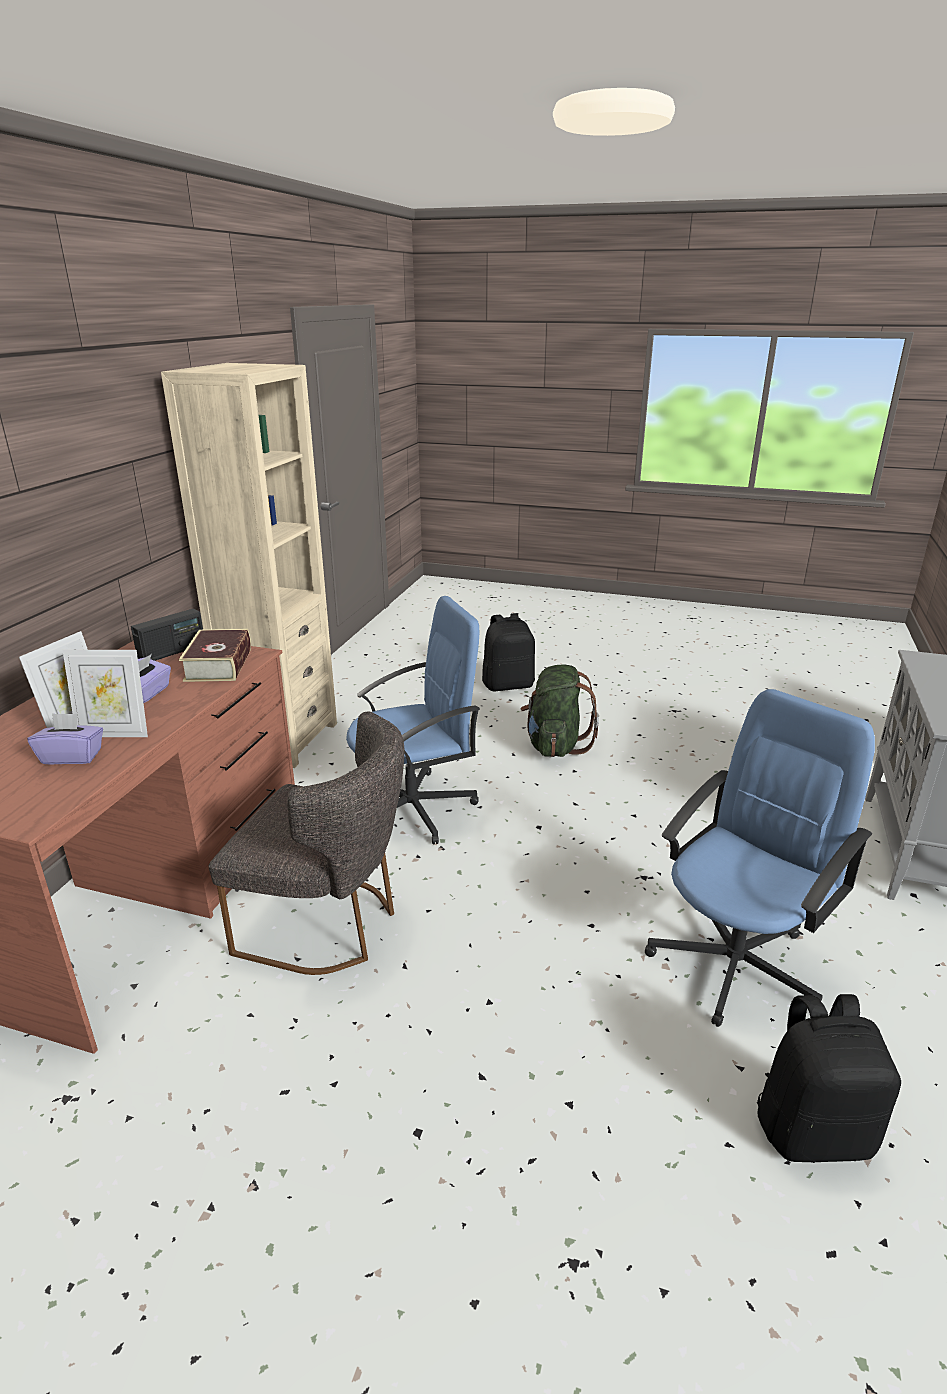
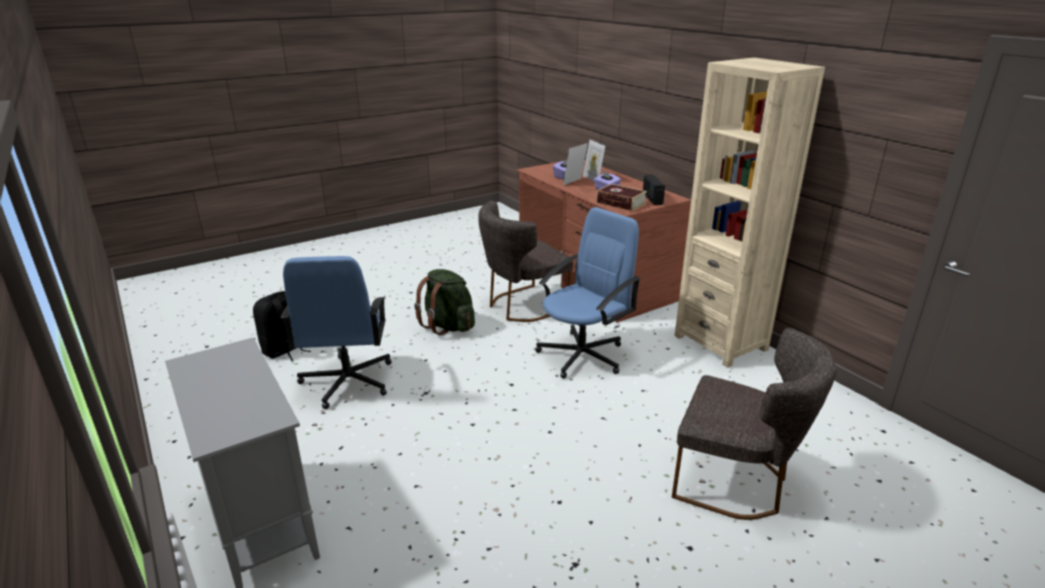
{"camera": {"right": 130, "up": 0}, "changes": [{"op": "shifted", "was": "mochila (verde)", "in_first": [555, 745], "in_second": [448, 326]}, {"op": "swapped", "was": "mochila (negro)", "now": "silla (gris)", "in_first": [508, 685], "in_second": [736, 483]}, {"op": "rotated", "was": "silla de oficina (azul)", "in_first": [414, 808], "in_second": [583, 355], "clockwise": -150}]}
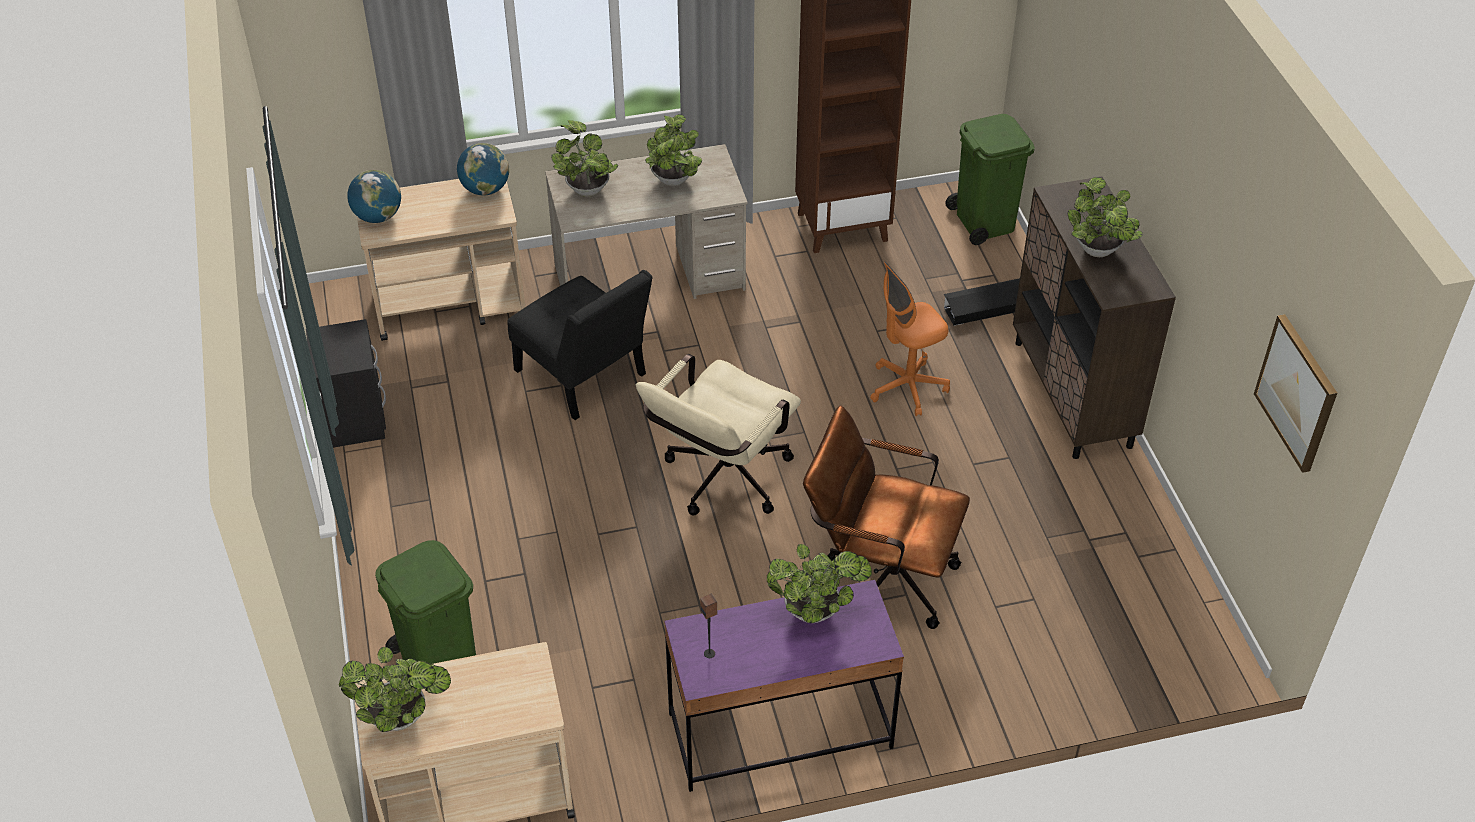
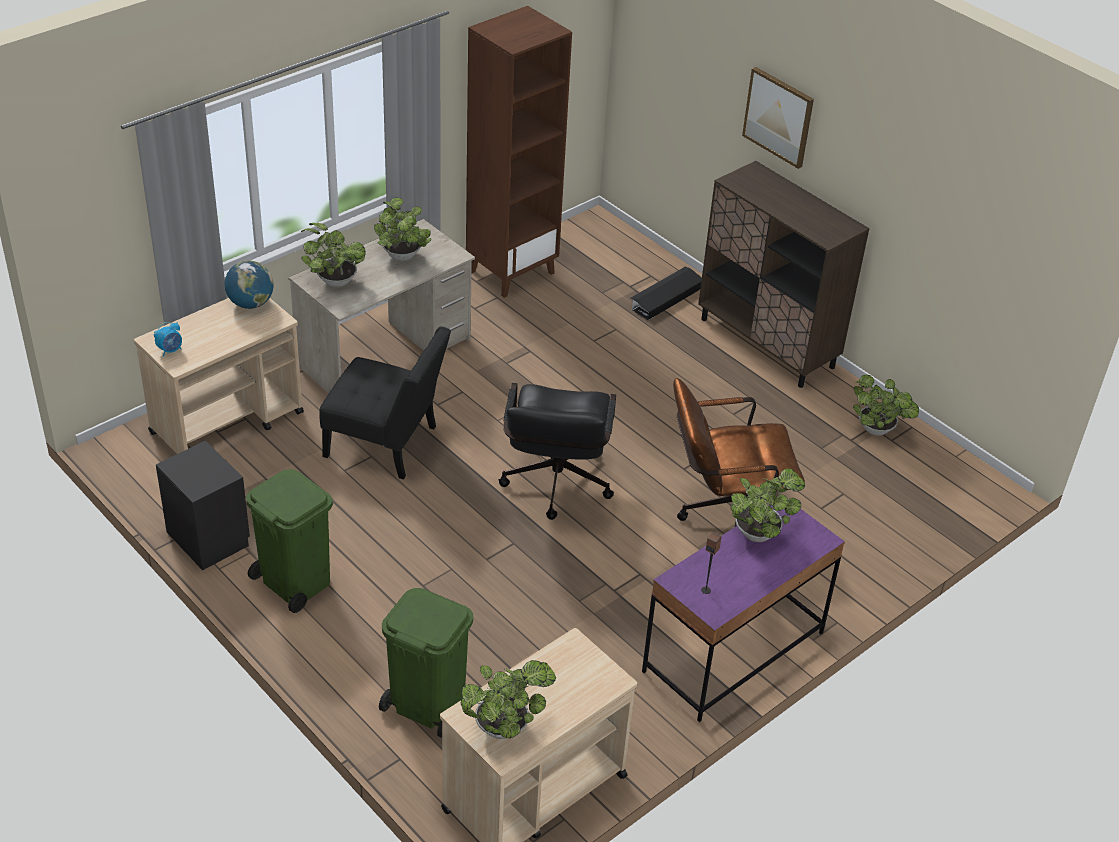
{"camera": {"right": -30, "up": -5}, "changes": [{"op": "gone", "was": "silla de oficina (naranja)", "in_first": [907, 387]}, {"op": "shifted", "was": "papelera (verde)", "in_first": [984, 221], "in_second": [294, 581]}, {"op": "shifted", "was": "planta en maceta", "in_first": [1099, 252], "in_second": [878, 430]}, {"op": "shifted", "was": "cuadro", "in_first": [1297, 392], "in_second": [779, 117]}, {"op": "swapped", "was": "globo terráqueo", "now": "despertador", "in_first": [378, 216], "in_second": [170, 350]}, {"op": "repainted", "was": "silla de oficina (beis)", "now": "silla de oficina (negro)", "in_first": [720, 481], "in_second": [555, 487]}]}
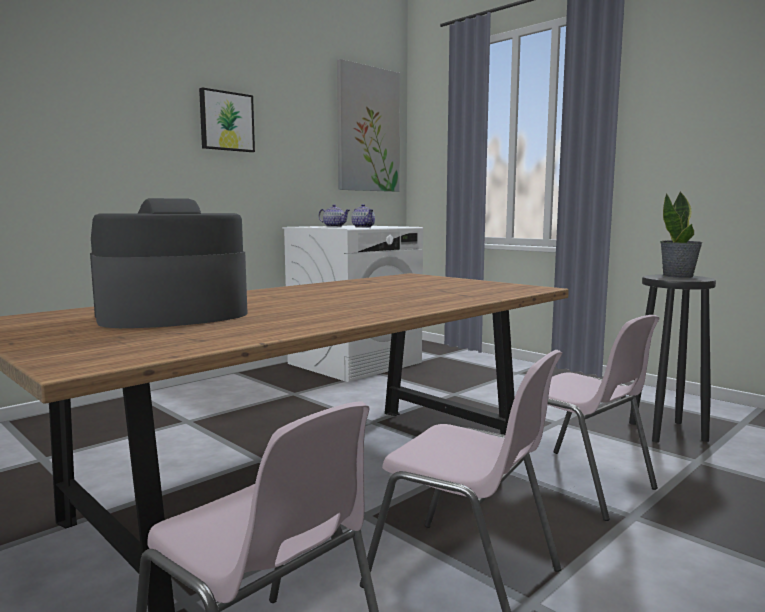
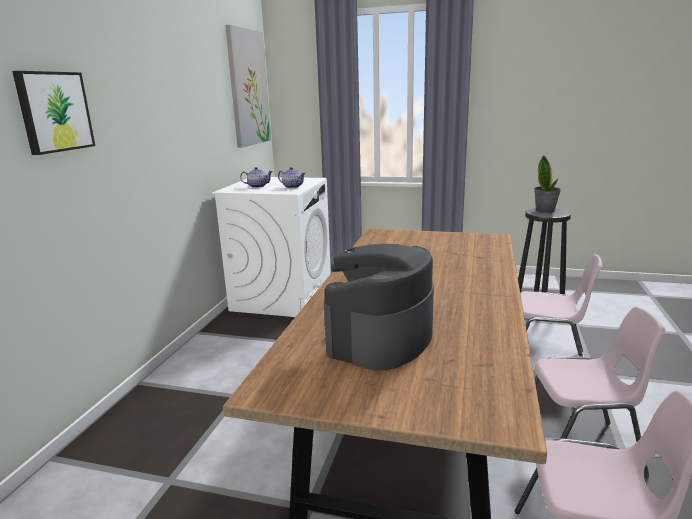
{"camera": {"right": -30, "up": 10}, "changes": [{"op": "shifted", "was": "cuadro", "in_first": [226, 121], "in_second": [54, 112]}]}
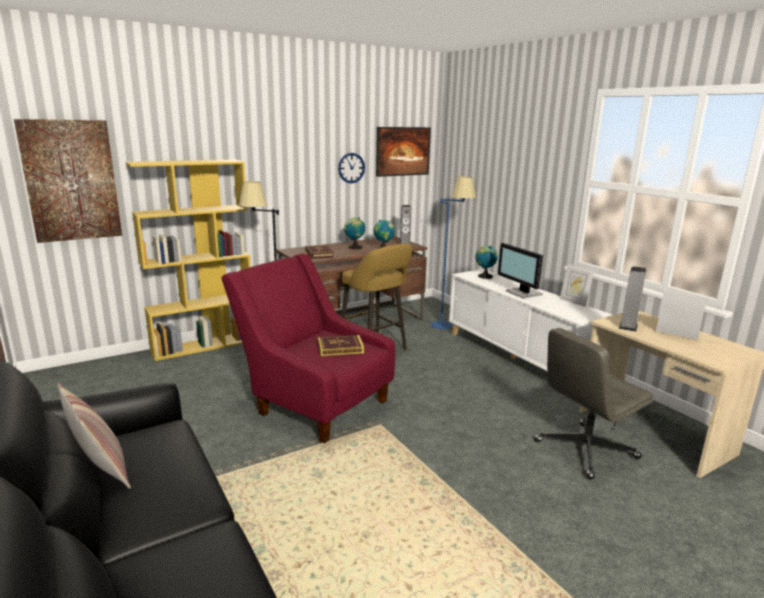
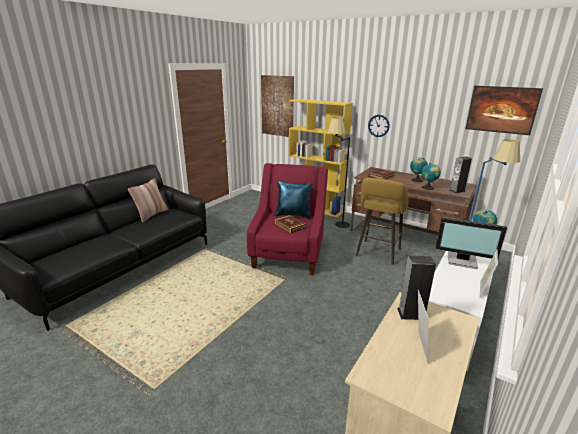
{"camera": {"right": 65, "up": 5}, "changes": [{"op": "gone", "was": "silla de oficina (gris)", "in_first": [585, 450]}, {"op": "new", "now": "cojín (azul)", "in_second": [293, 215]}, {"op": "shifted", "was": "reloj de pared", "in_first": [351, 168], "in_second": [378, 125]}, {"op": "rotated", "was": "monitor", "in_first": [523, 293], "in_second": [462, 261], "clockwise": -105}]}
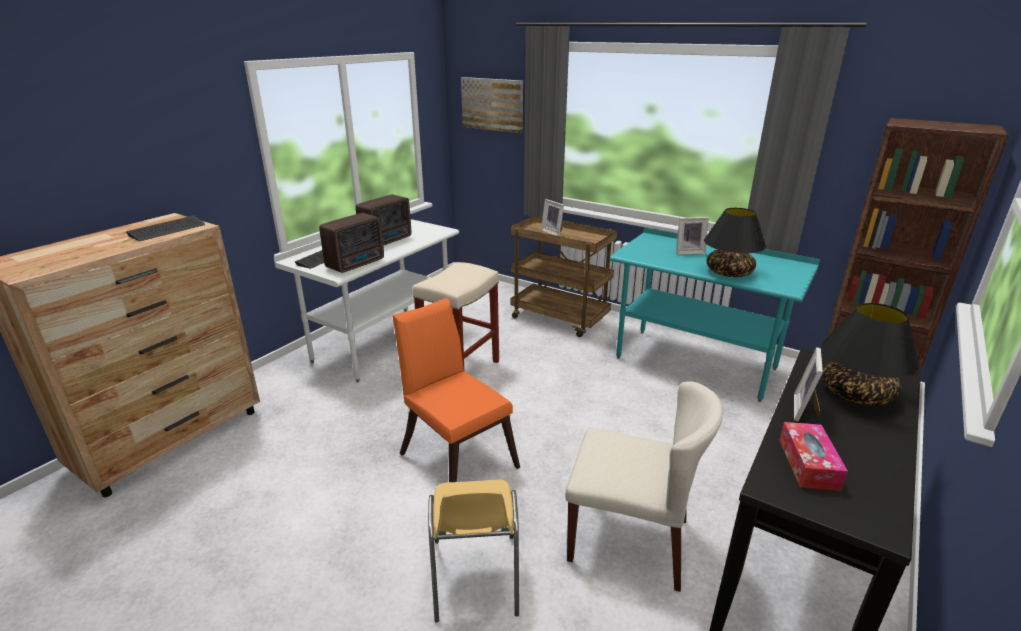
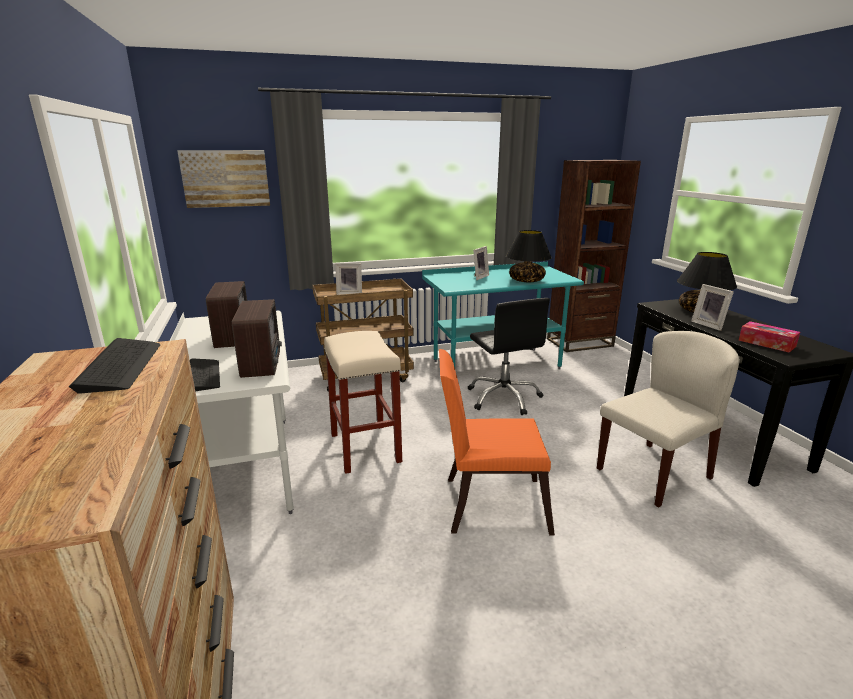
{"camera": {"right": -50, "up": -5}, "changes": [{"op": "gone", "was": "silla (amarillo)", "in_first": [475, 577]}, {"op": "new", "now": "silla de oficina (negro)", "in_second": [504, 398]}]}
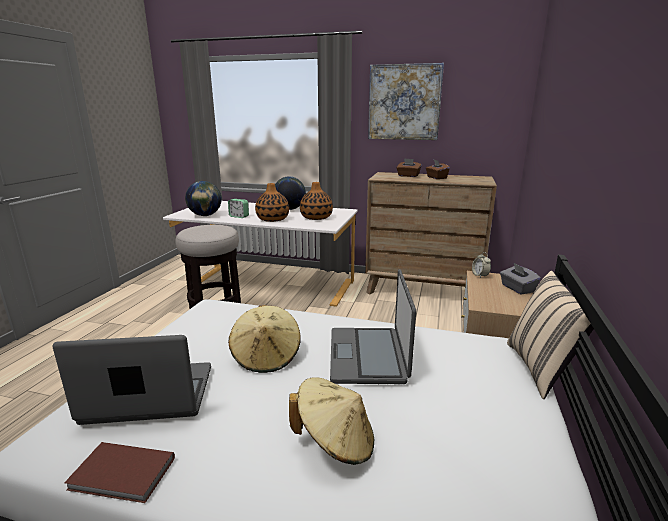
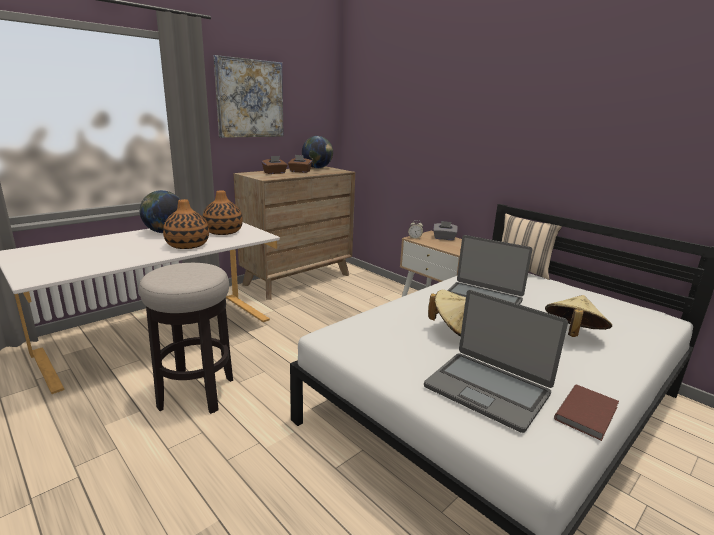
{"camera": {"right": -60, "up": 0}, "changes": [{"op": "gone", "was": "despertador", "in_first": [239, 216]}, {"op": "shifted", "was": "globo terráqueo", "in_first": [205, 215], "in_second": [317, 168]}, {"op": "rotated", "was": "portátil", "in_first": [149, 396], "in_second": [487, 390], "clockwise": -75}]}
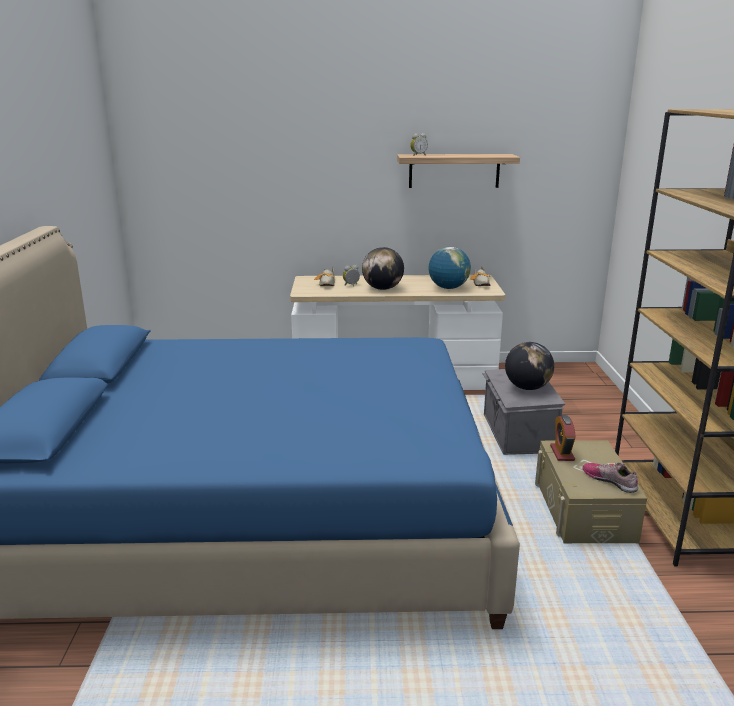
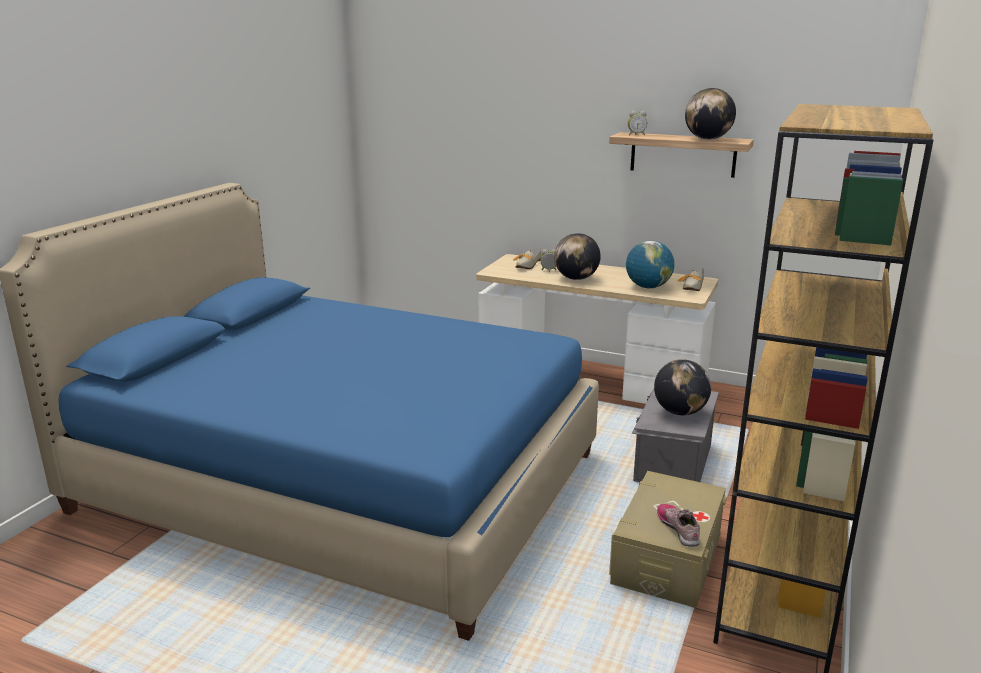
{"camera": {"right": 25, "up": 0}, "changes": [{"op": "gone", "was": "despertador", "in_first": [562, 453]}, {"op": "new", "now": "globo terráqueo", "in_second": [707, 139]}]}
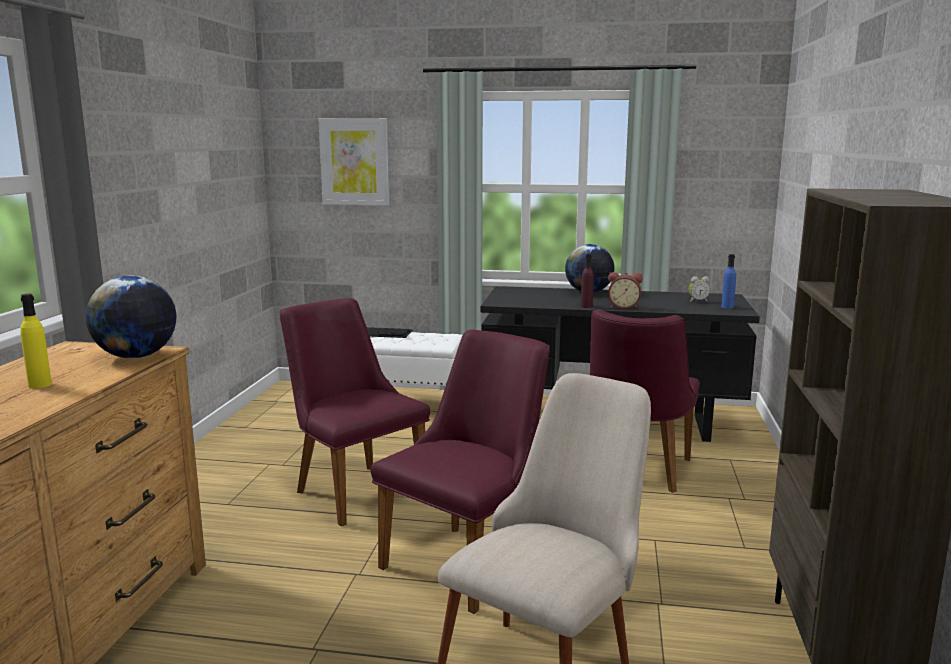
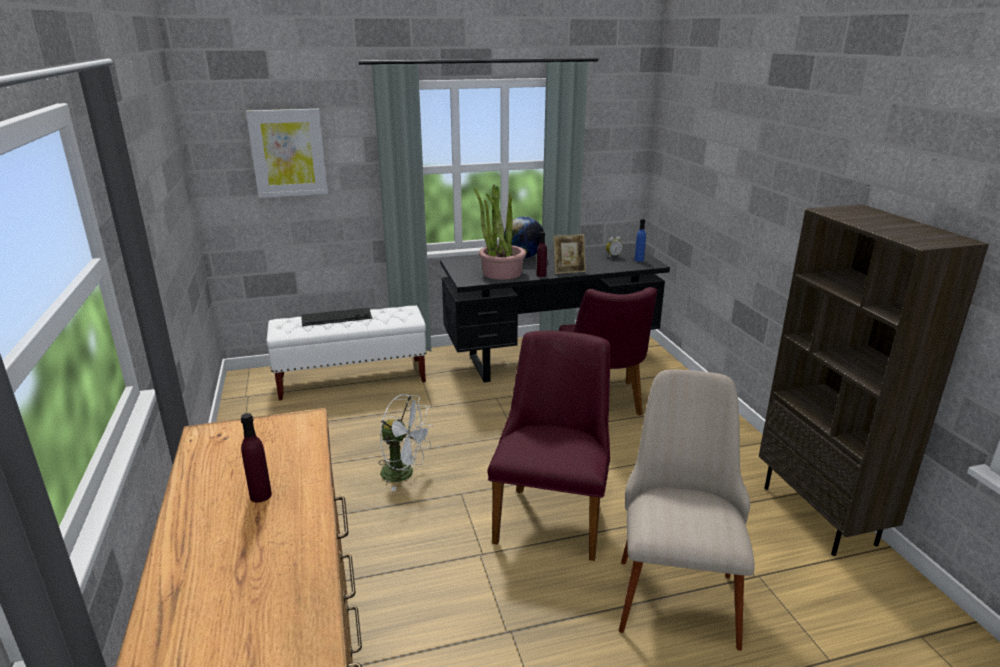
{"camera": {"right": -25, "up": 10}, "changes": [{"op": "gone", "was": "globo terráqueo", "in_first": [136, 356]}, {"op": "new", "now": "planta en maceta", "in_second": [501, 273]}, {"op": "swapped", "was": "silla (morado)", "now": "ventilador (blanco)", "in_first": [353, 488], "in_second": [404, 473]}, {"op": "swapped", "was": "despertador", "now": "portarretratos", "in_first": [624, 307], "in_second": [568, 271]}, {"op": "repainted", "was": "botella (amarillo)", "now": "botella (morado)", "in_first": [40, 385], "in_second": [260, 495]}]}
